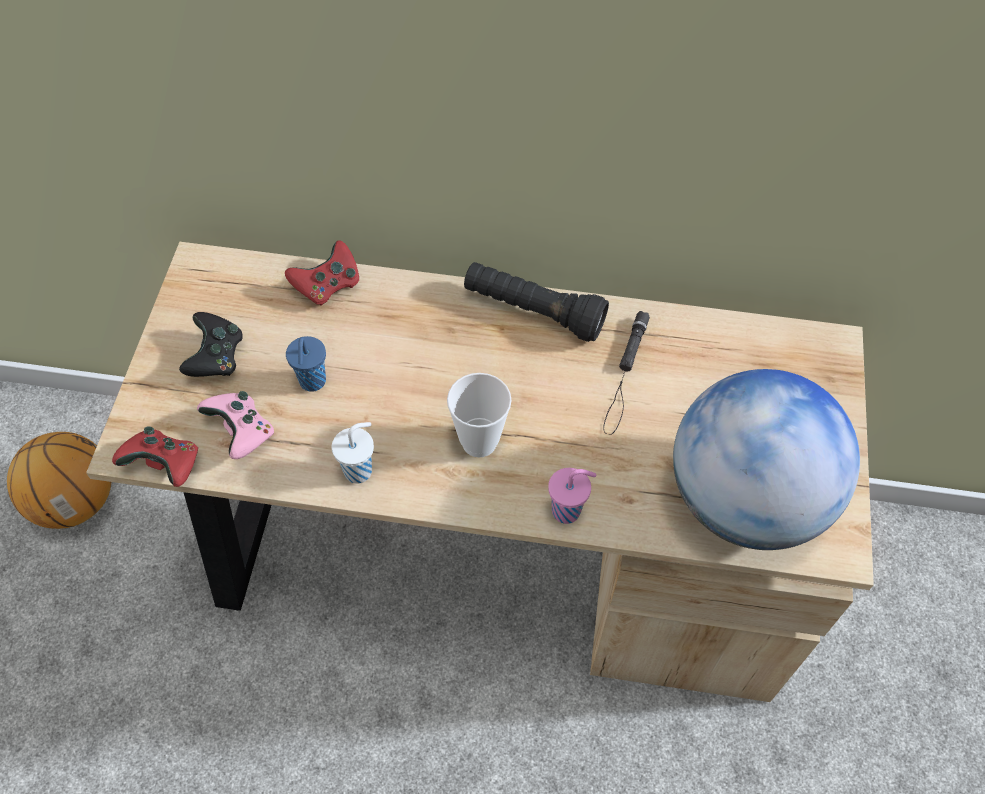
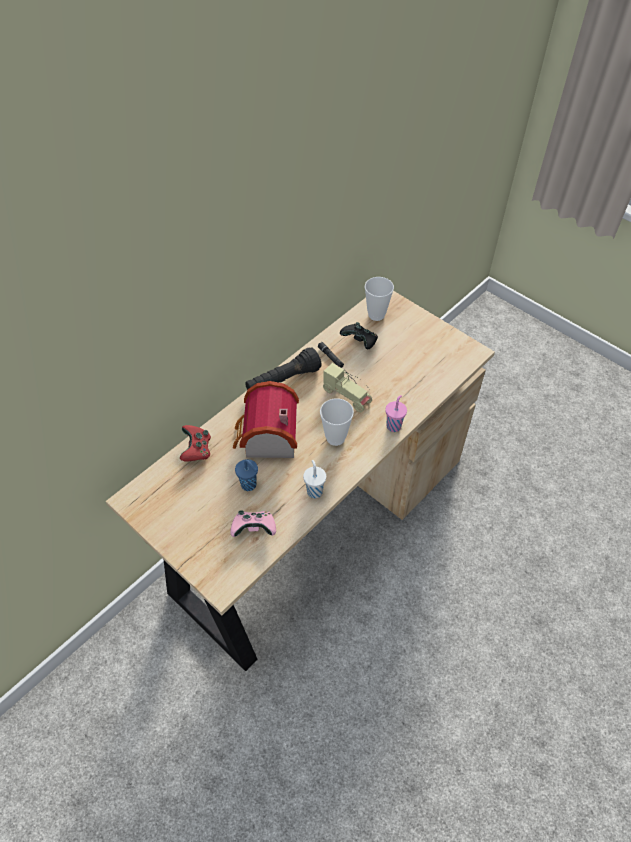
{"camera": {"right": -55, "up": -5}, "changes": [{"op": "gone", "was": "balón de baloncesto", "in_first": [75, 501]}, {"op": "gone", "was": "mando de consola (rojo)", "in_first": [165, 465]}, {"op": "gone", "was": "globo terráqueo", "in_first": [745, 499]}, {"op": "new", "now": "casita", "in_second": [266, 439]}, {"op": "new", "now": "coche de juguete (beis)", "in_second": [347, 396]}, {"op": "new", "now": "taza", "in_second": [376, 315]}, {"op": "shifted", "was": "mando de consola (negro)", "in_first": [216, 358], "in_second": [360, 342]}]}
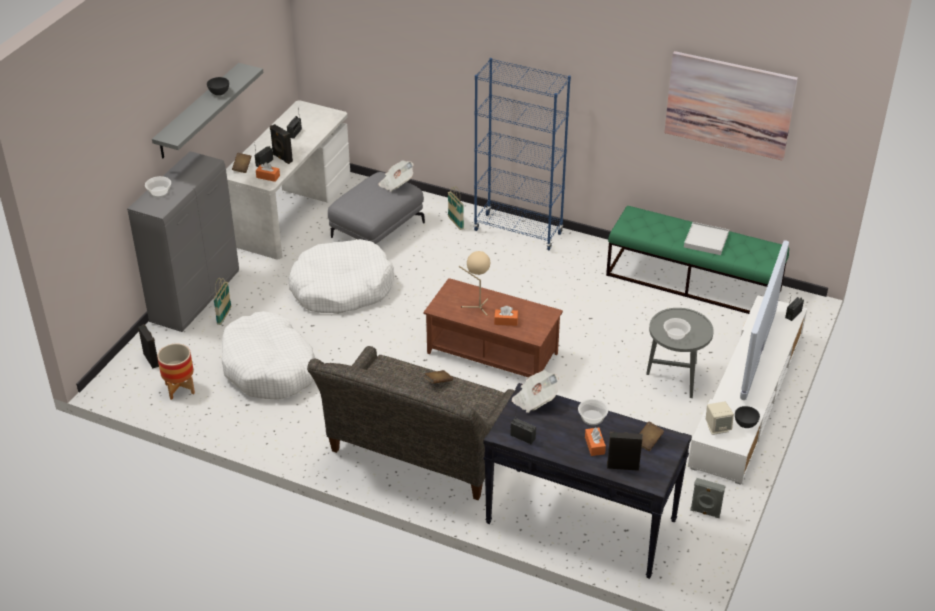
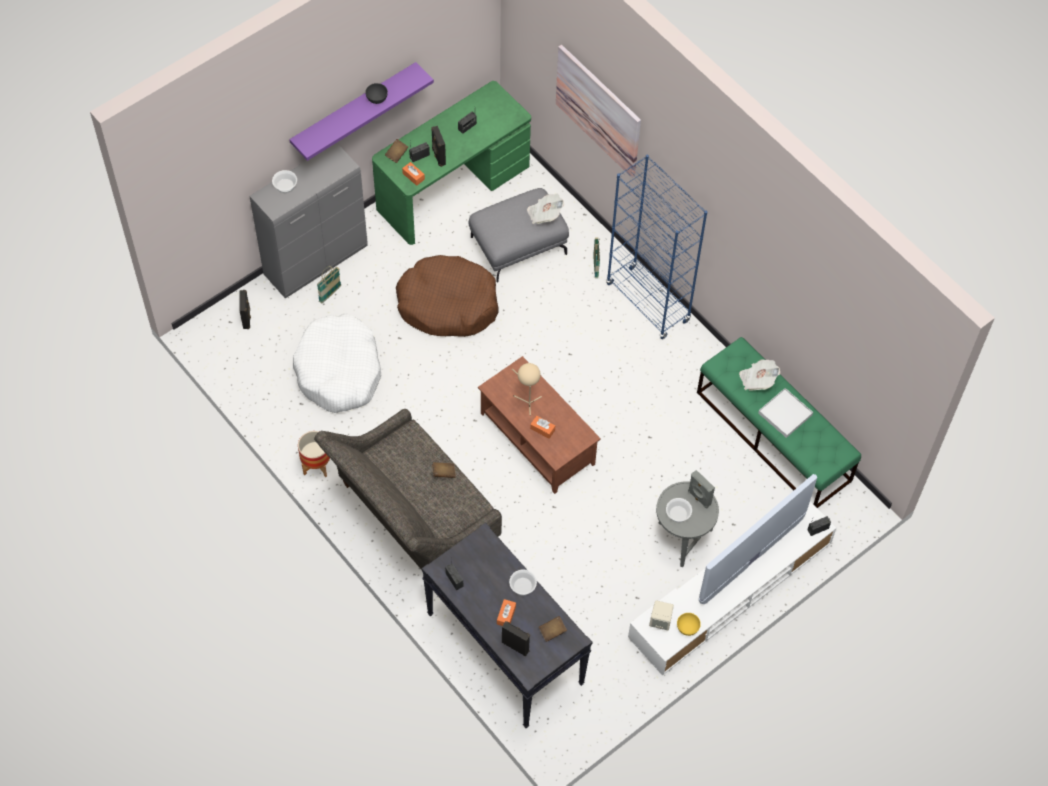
{"camera": {"right": 25, "up": 20}, "changes": [{"op": "shifted", "was": "maceta", "in_first": [180, 389], "in_second": [316, 465]}, {"op": "shifted", "was": "periódico", "in_first": [534, 400], "in_second": [757, 380]}, {"op": "shifted", "was": "cuadro", "in_first": [729, 105], "in_second": [598, 110]}, {"op": "shifted", "was": "altavoz (gris)", "in_first": [705, 512], "in_second": [698, 498]}, {"op": "repainted", "was": "estante (gris)", "now": "estante (morado)", "in_first": [198, 111], "in_second": [354, 108]}, {"op": "repainted", "was": "escritorio (blanco)", "now": "escritorio (verde)", "in_first": [291, 211], "in_second": [453, 187]}, {"op": "repainted", "was": "cama para perro (blanco)", "now": "cama para perro (marrón)", "in_first": [341, 288], "in_second": [447, 304]}, {"op": "repainted", "was": "cuenco (gris)", "now": "cuenco (amarillo)", "in_first": [745, 424], "in_second": [687, 628]}]}
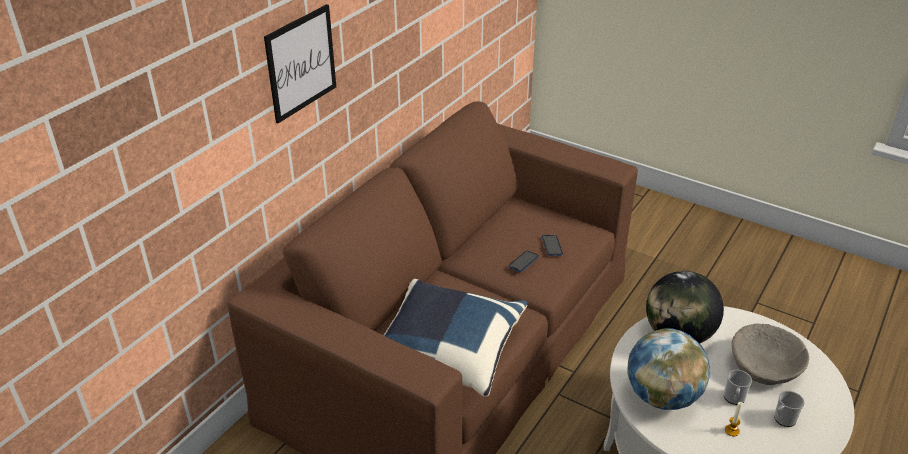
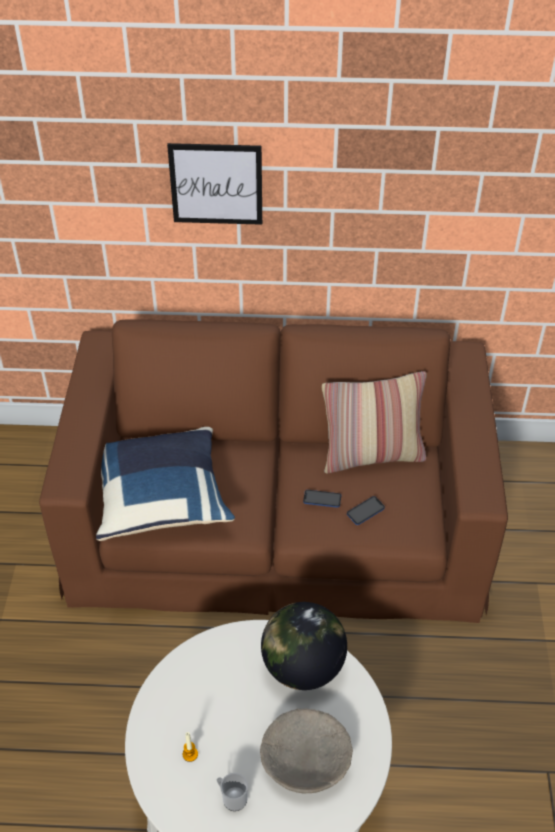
{"camera": {"right": 60, "up": 10}, "changes": [{"op": "gone", "was": "globo terráqueo", "in_first": [662, 396]}, {"op": "gone", "was": "taza grande", "in_first": [734, 399]}, {"op": "new", "now": "cojín", "in_second": [372, 455]}]}
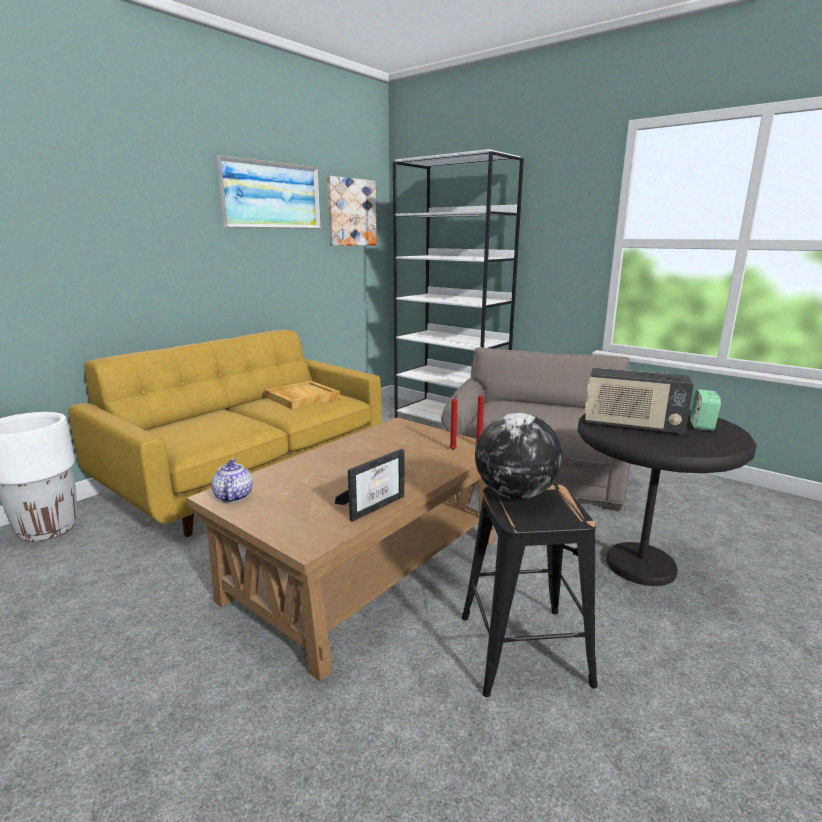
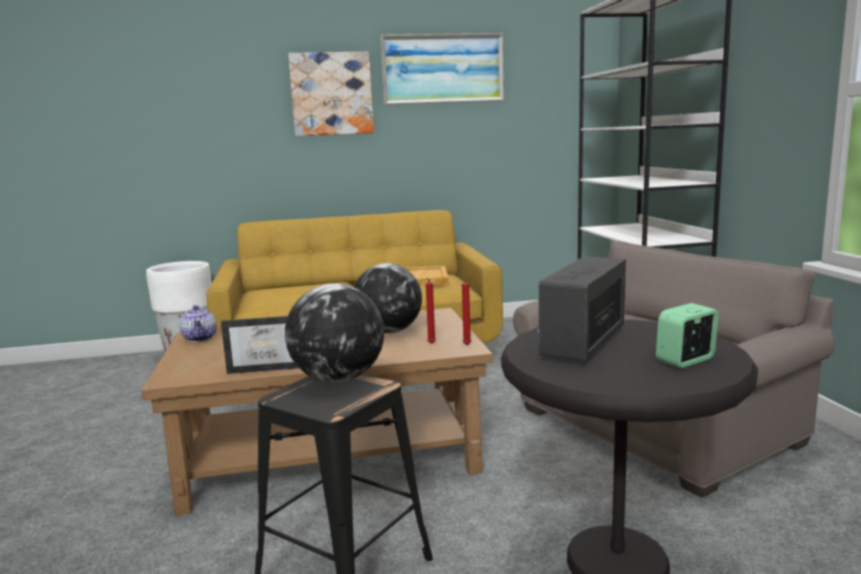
{"camera": {"right": 40, "up": -5}, "changes": [{"op": "new", "now": "globo terráqueo", "in_second": [388, 331]}, {"op": "shifted", "was": "cuadro", "in_first": [351, 212], "in_second": [331, 94]}, {"op": "rotated", "was": "tetera", "in_first": [233, 496], "in_second": [200, 338], "clockwise": 135}, {"op": "rotated", "was": "radio", "in_first": [632, 426], "in_second": [582, 342], "clockwise": 60}]}
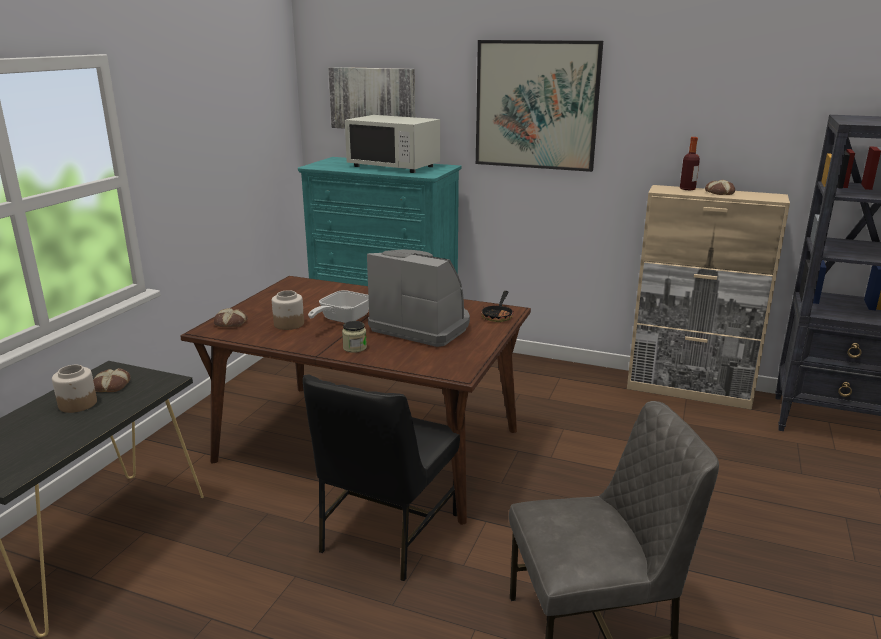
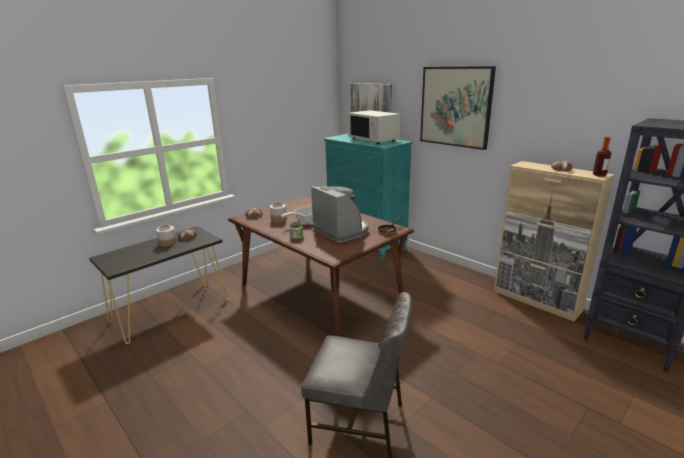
{"camera": {"right": 25, "up": 0}, "changes": [{"op": "gone", "was": "silla (negro)", "in_first": [387, 533]}, {"op": "shifted", "was": "botella", "in_first": [687, 189], "in_second": [599, 175]}]}
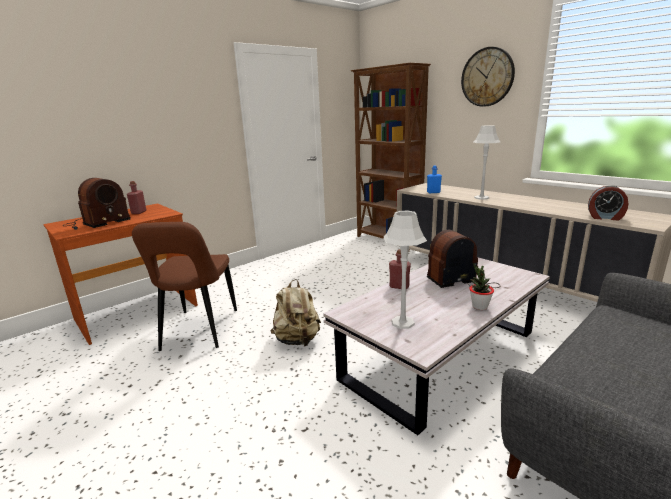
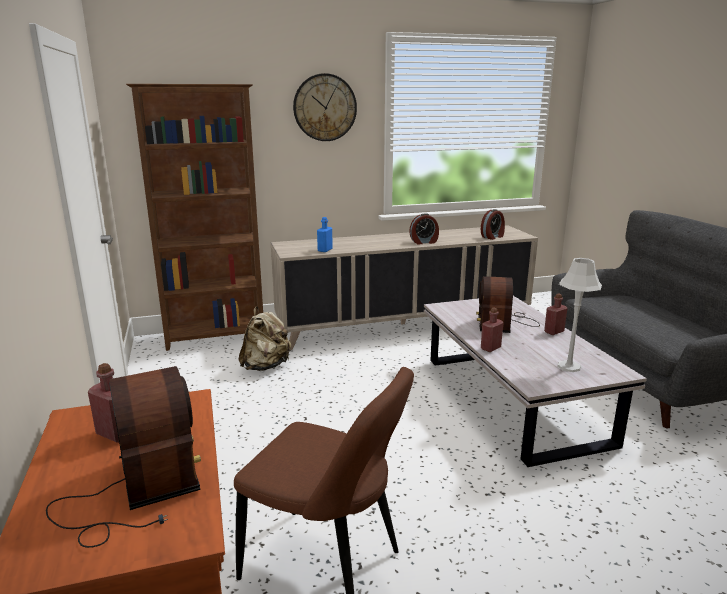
{"camera": {"right": -65, "up": 0}, "changes": [{"op": "gone", "was": "lámpara de mesa (gris)", "in_first": [481, 197]}, {"op": "new", "now": "despertador", "in_second": [424, 242]}, {"op": "shifted", "was": "mochila (beis)", "in_first": [297, 340], "in_second": [266, 366]}, {"op": "swapped", "was": "planta en maceta", "now": "botella (rojo)", "in_first": [479, 306], "in_second": [554, 332]}]}
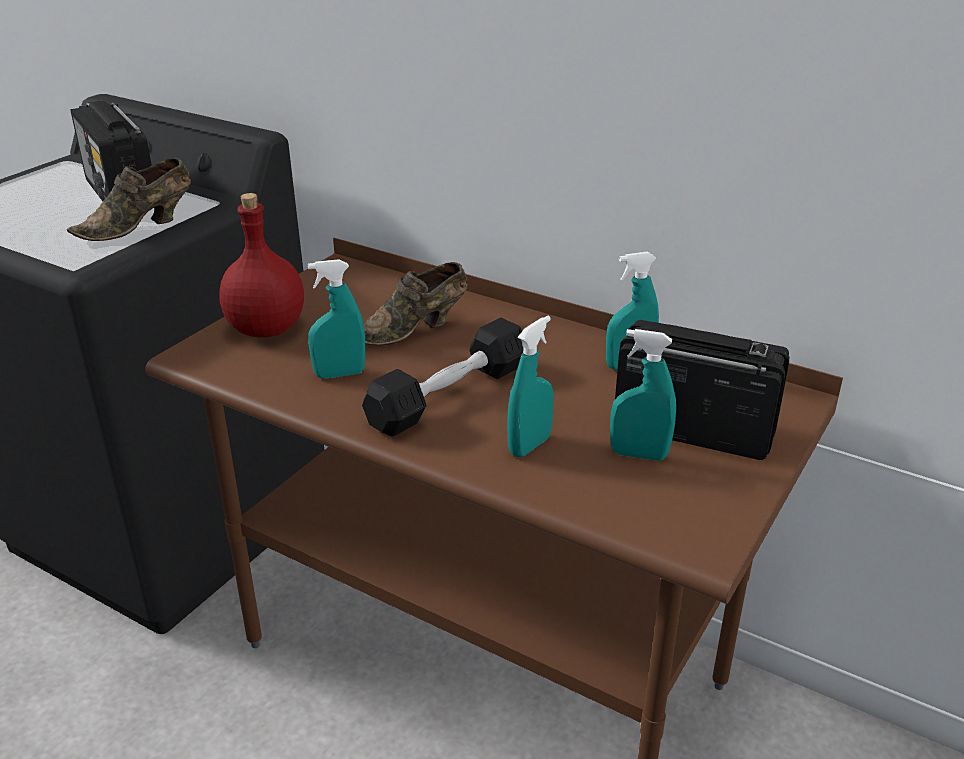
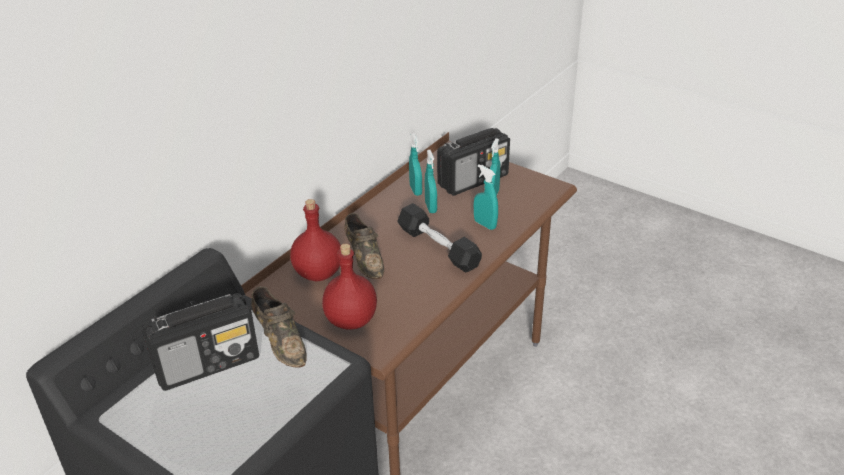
{"camera": {"right": -85, "up": 5}, "changes": [{"op": "new", "now": "botella (rojo)", "in_second": [317, 273]}, {"op": "shifted", "was": "pulverizador (turquesa)", "in_first": [340, 374], "in_second": [431, 207]}, {"op": "rotated", "was": "radio", "in_first": [691, 429], "in_second": [473, 180], "clockwise": -150}]}
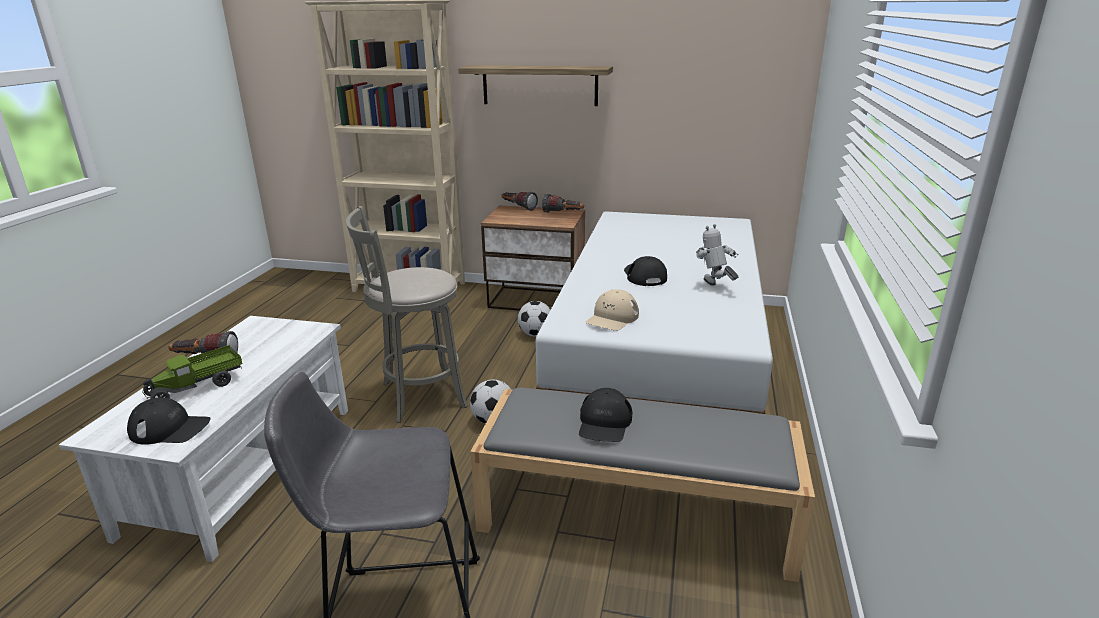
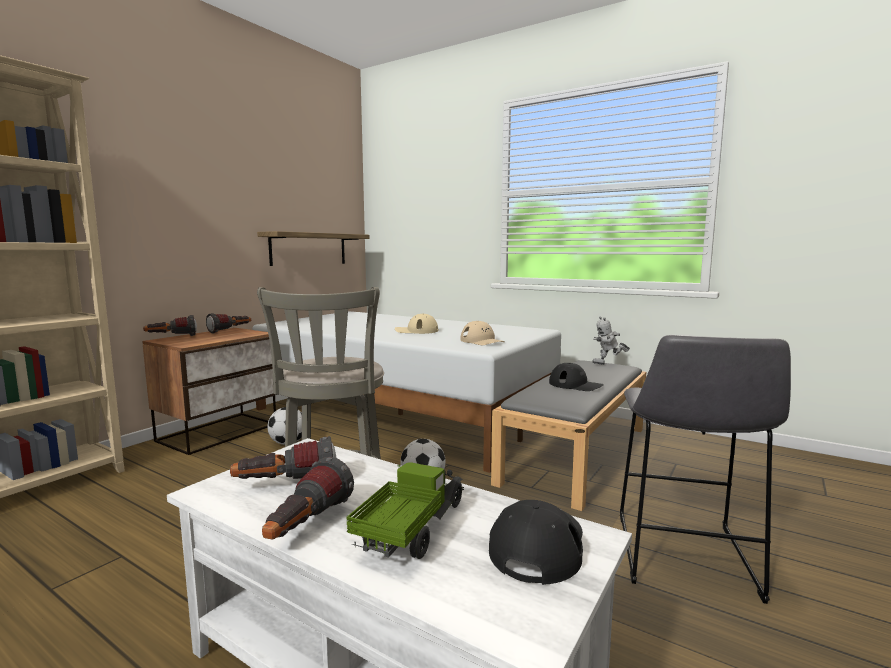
{"camera": {"right": -70, "up": -15}, "changes": [{"op": "new", "now": "linterna", "in_second": [286, 485]}, {"op": "shifted", "was": "estante", "in_first": [539, 85], "in_second": [309, 249]}, {"op": "shifted", "was": "robot de juguete", "in_first": [714, 287], "in_second": [608, 364]}, {"op": "repainted", "was": "gorra (negro)", "now": "gorra (beis)", "in_first": [644, 276], "in_second": [416, 331]}, {"op": "rotated", "was": "camión de juguete", "in_first": [197, 387], "in_second": [412, 529], "clockwise": -135}]}
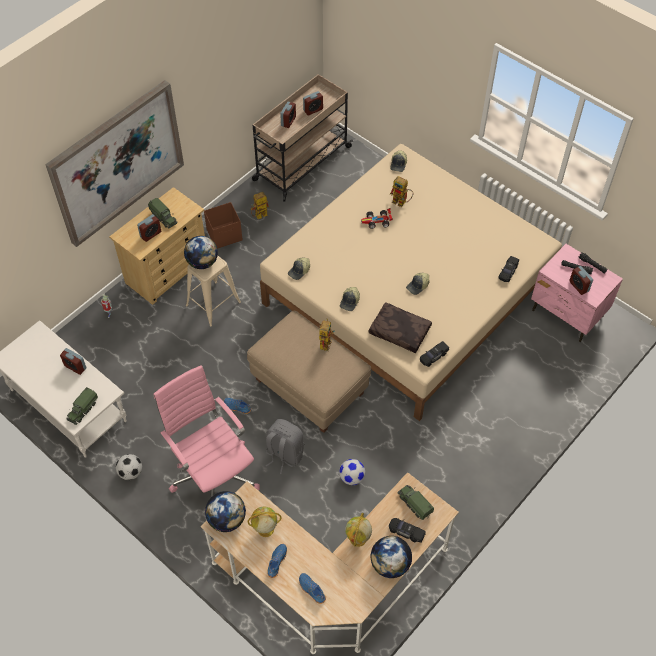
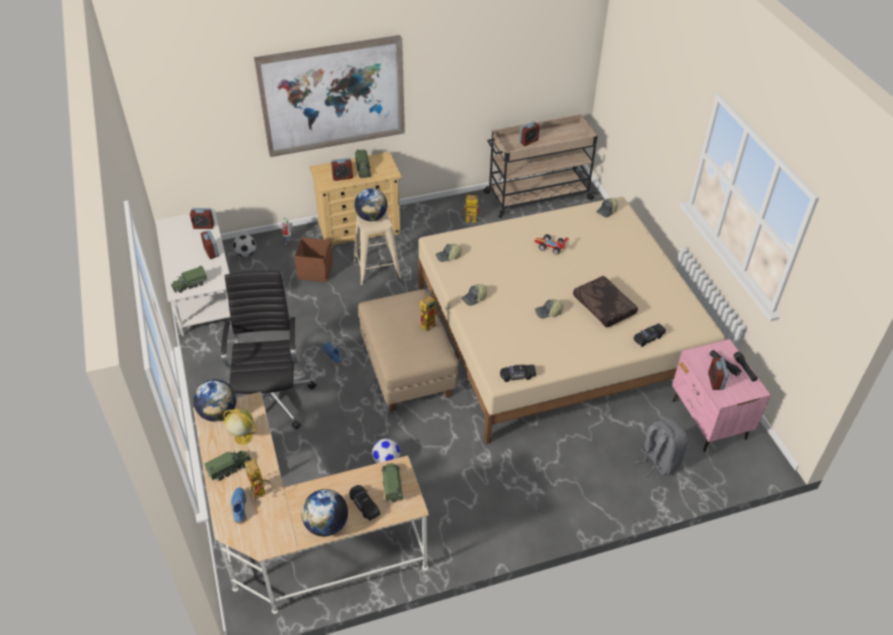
{"camera": {"right": 30, "up": -10}, "changes": [{"op": "gone", "was": "globo terráqueo", "in_first": [358, 539]}, {"op": "shifted", "was": "balón de fútbol", "in_first": [131, 472], "in_second": [246, 254]}, {"op": "shifted", "was": "caja de almacenaje (marrón)", "in_first": [225, 235], "in_second": [316, 271]}, {"op": "shifted", "was": "mochila (gris)", "in_first": [284, 454], "in_second": [658, 460]}, {"op": "shifted", "was": "despertador", "in_first": [313, 110], "in_second": [204, 226]}, {"op": "shifted", "was": "cojín (marrón)", "in_first": [398, 332], "in_second": [602, 306]}, {"op": "shifted", "was": "robot de juguete", "in_first": [401, 202], "in_second": [261, 493]}, {"op": "swapped", "was": "zapato (azul)", "now": "camión de juguete", "in_first": [276, 561], "in_second": [229, 468]}, {"op": "repainted", "was": "silla de oficina (rosa)", "now": "silla de oficina (negro)", "in_first": [213, 474], "in_second": [271, 398]}]}
